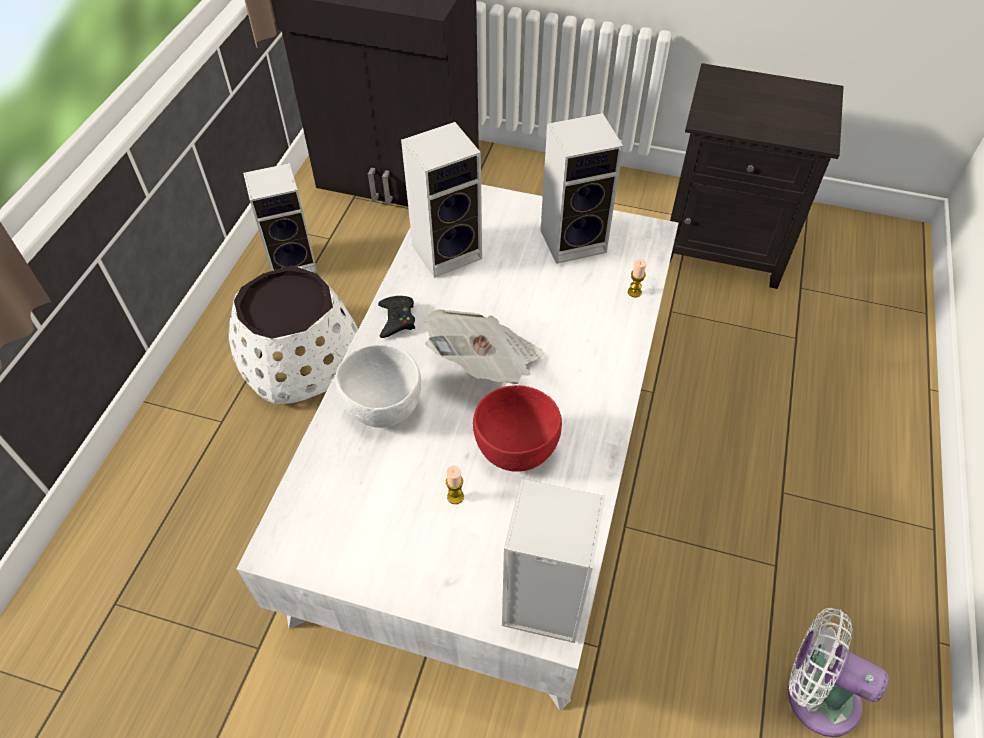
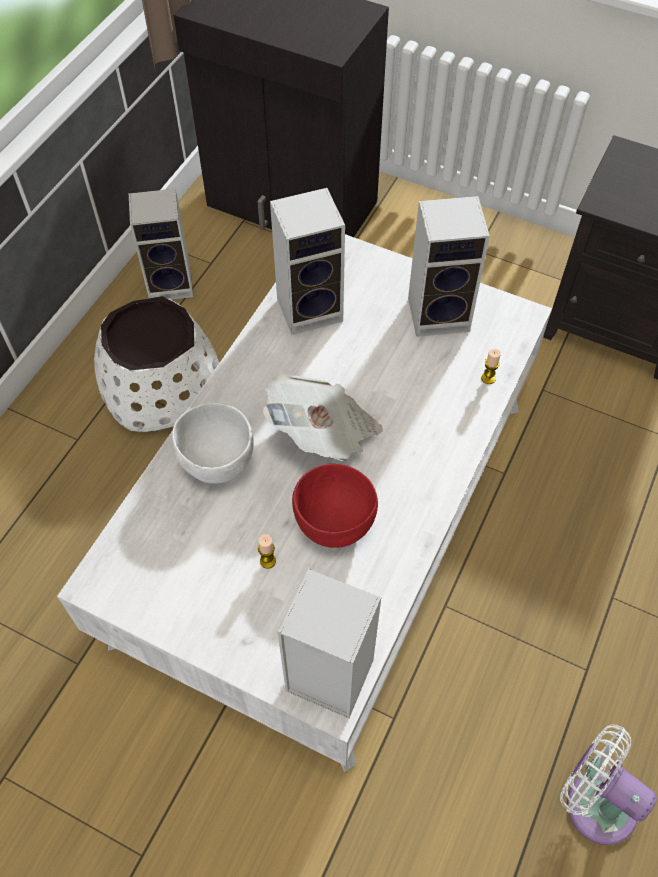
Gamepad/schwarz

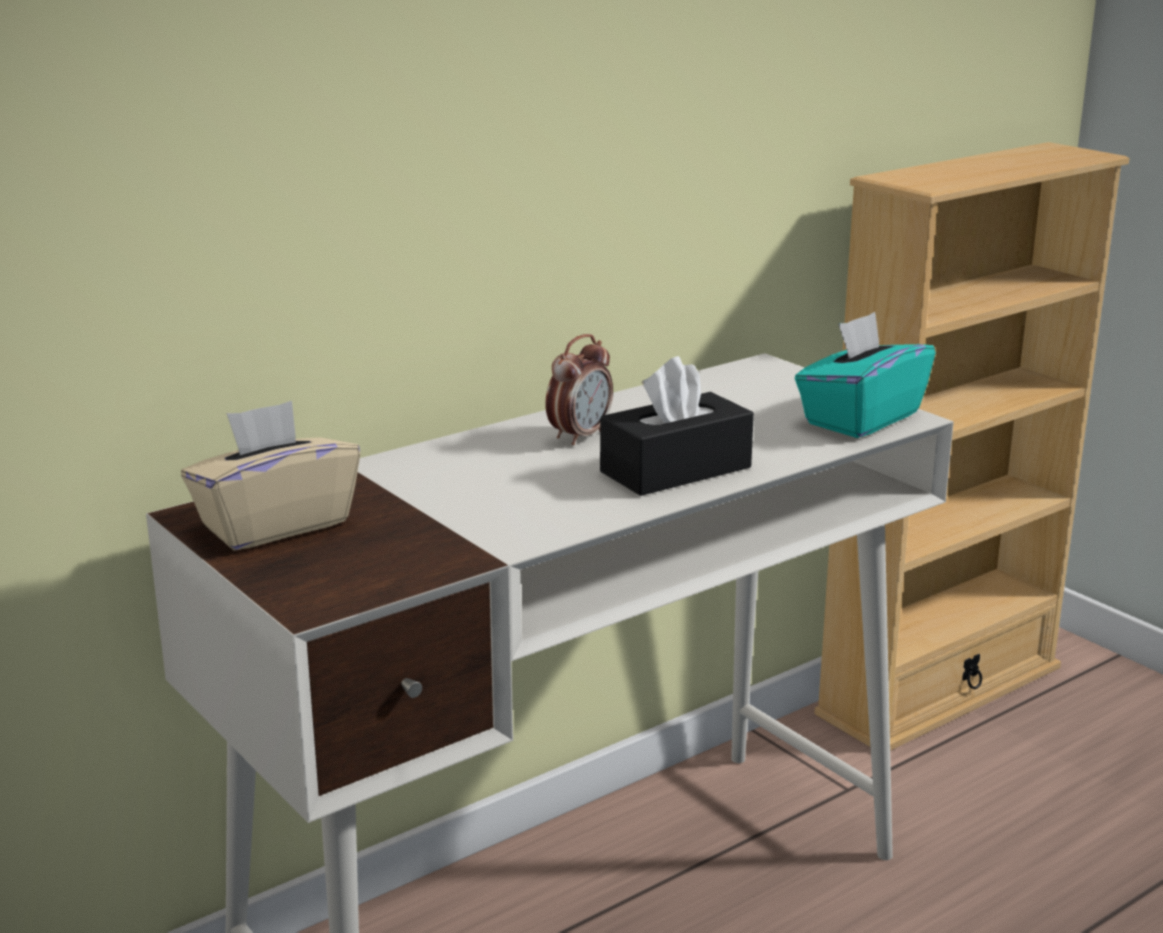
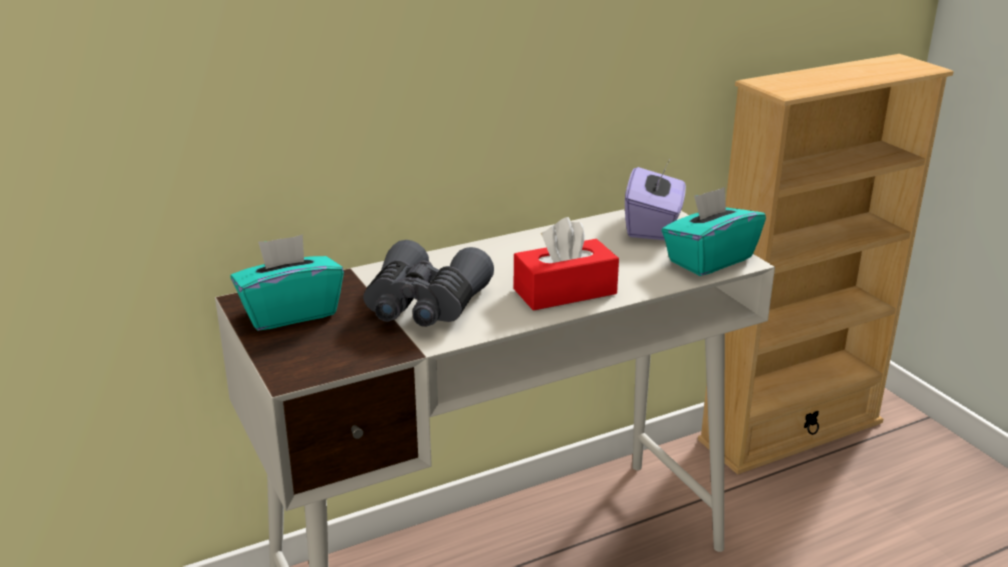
Wecker
Fernglas/grau
Taschentuchbox/lila
Taschentuchbox/türkis (no. 1 from left)
Taschentuchbox/rot

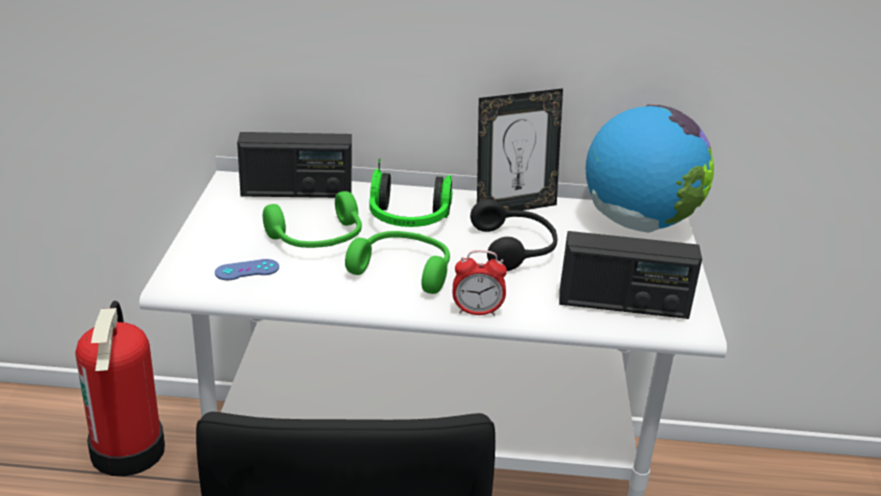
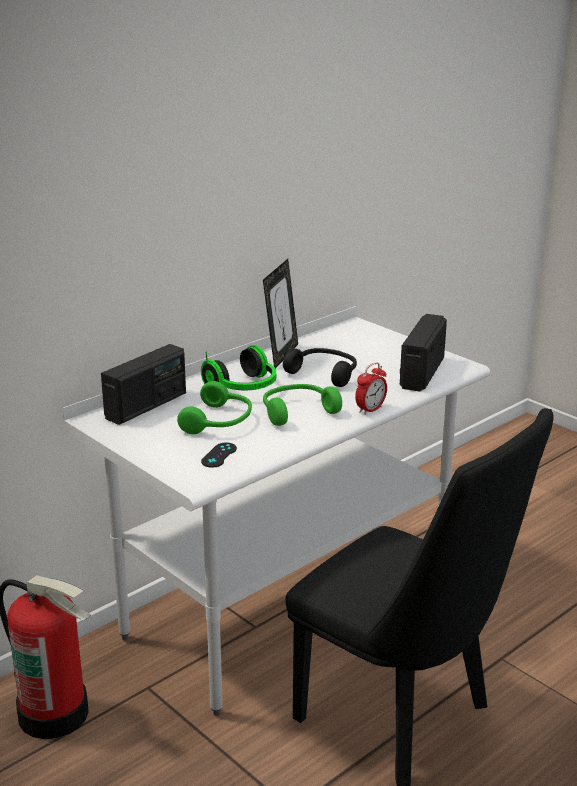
Globus
Gamepad/schwarz
Radio (no. 2 from left)

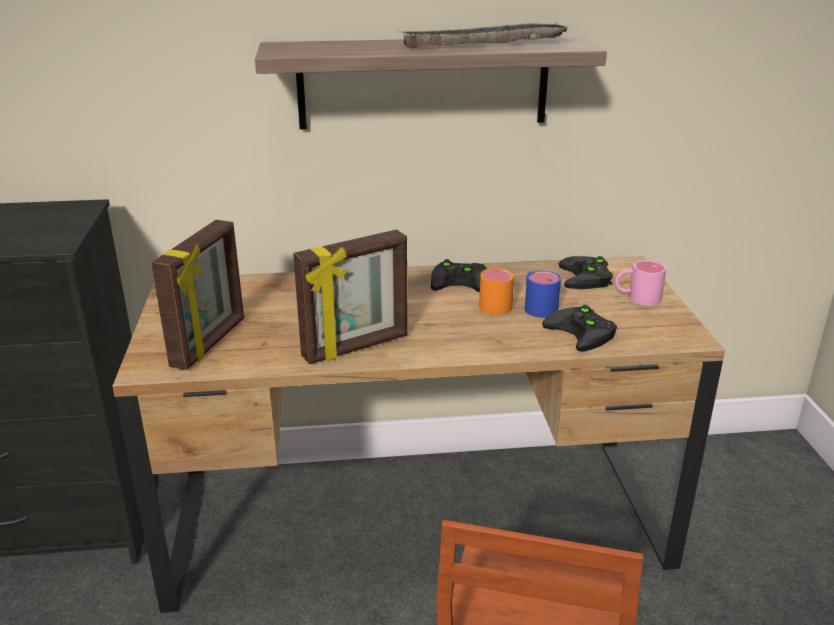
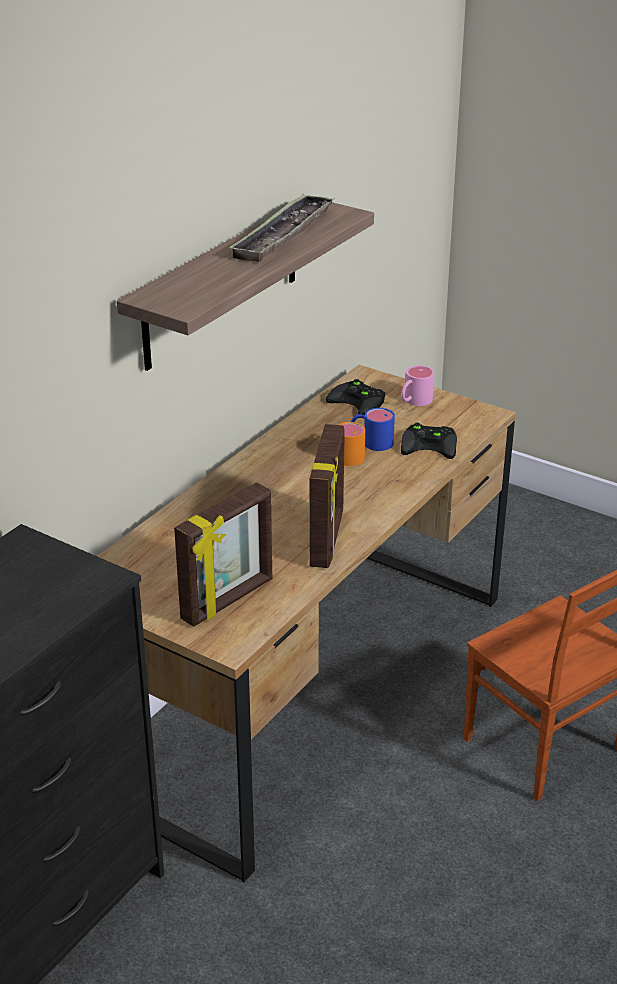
Gamepad/schwarz (no. 1 from left in the first image)
Bilderrahmen (no. 1 from left)

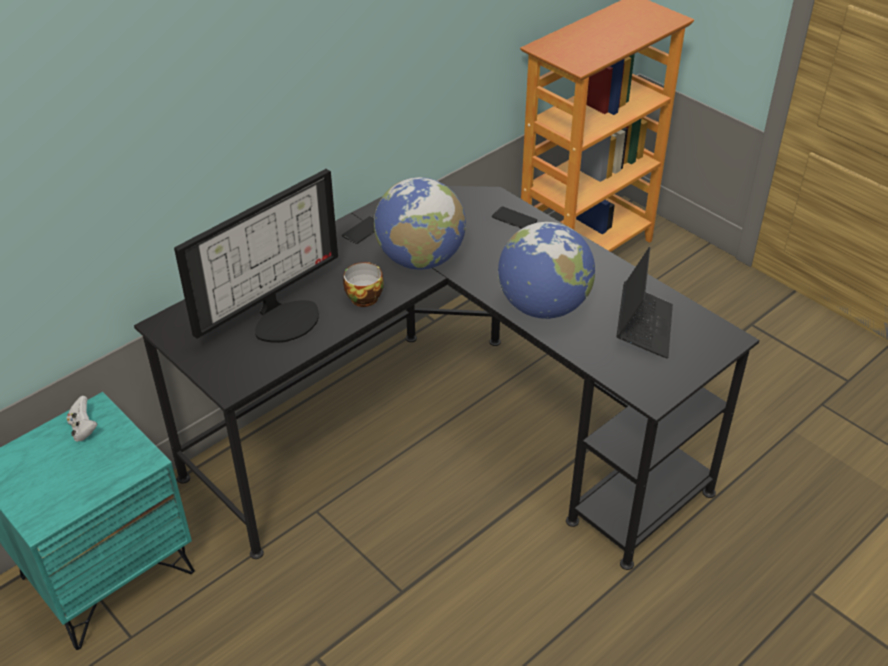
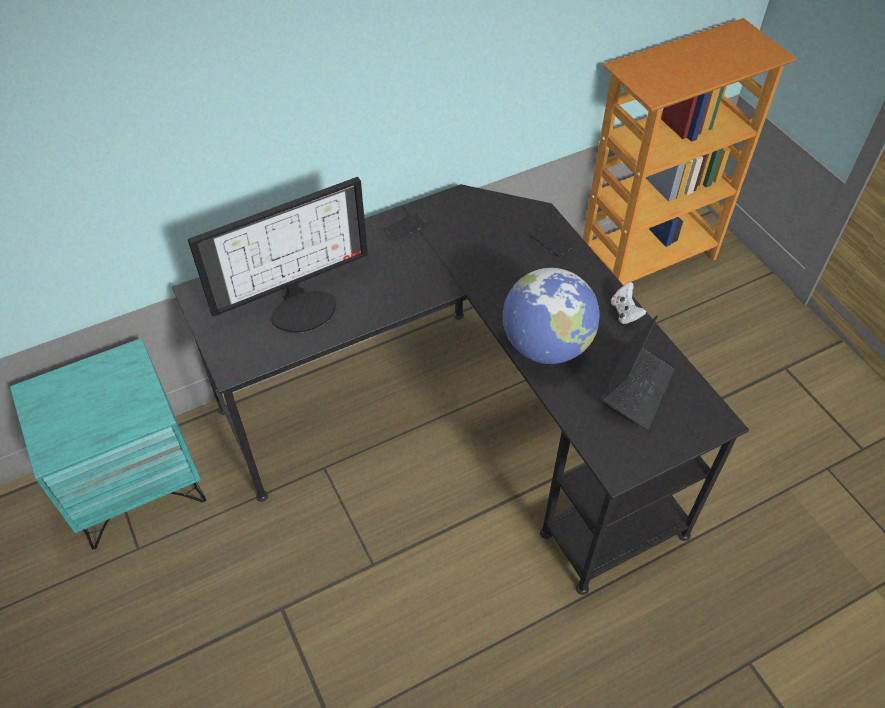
Tasse
Globus (no. 1 from left in the first image)
Gamepad/weiß

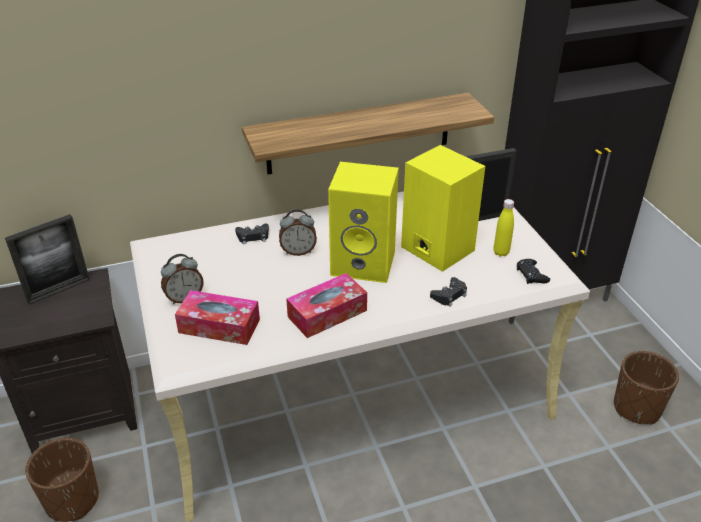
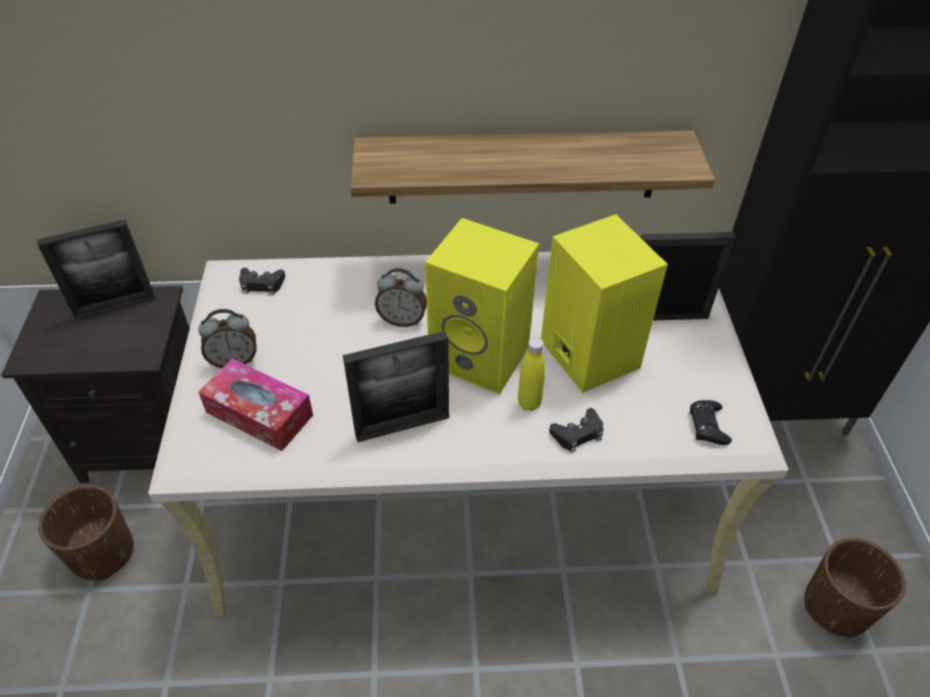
Gamepad/schwarz (no. 1 from left)
Flasche/gelb
Bilderrahmen (no. 2 from left)

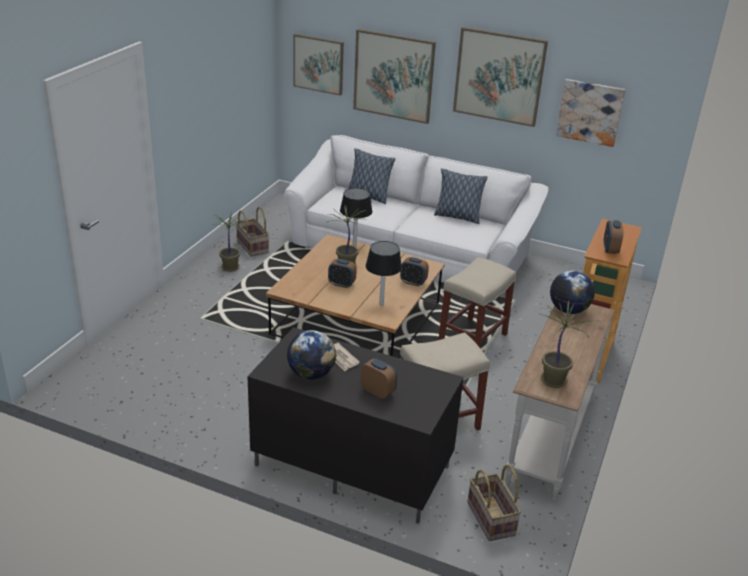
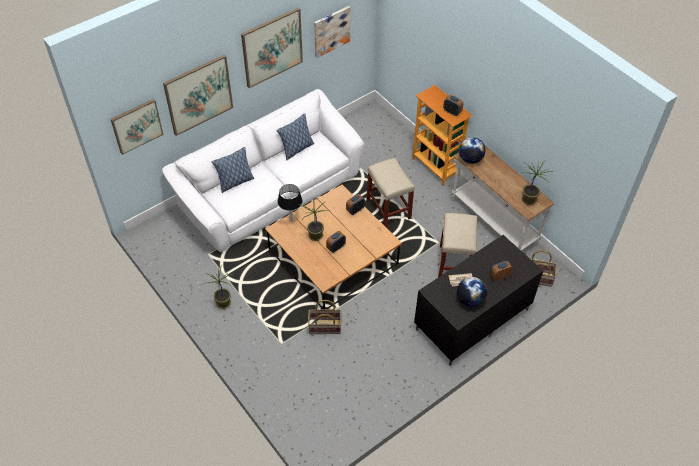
Tischlampe/schwarz (no. 2 from left in the first image)
Korb (no. 1 from left)

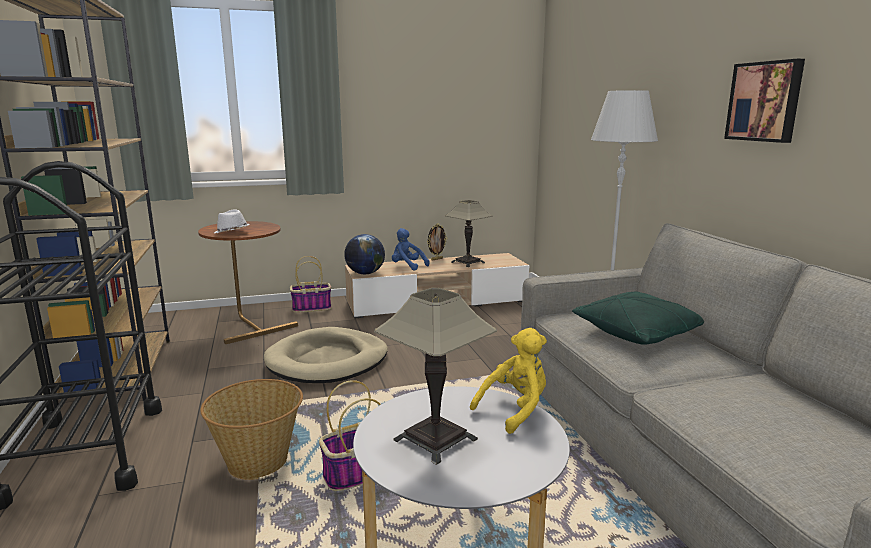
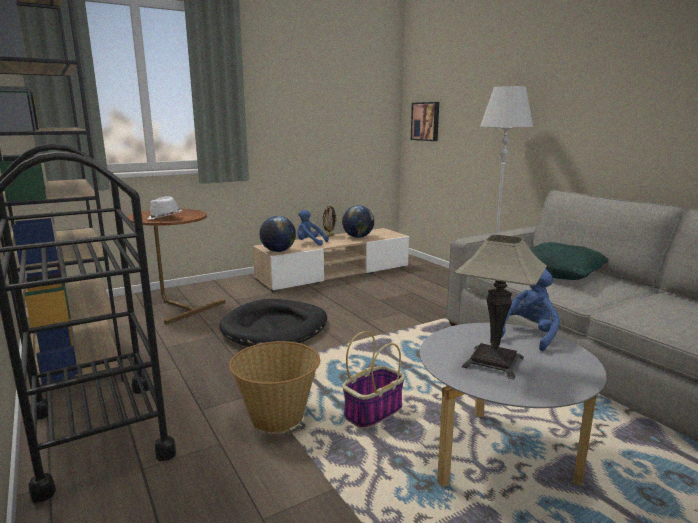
Korb (no. 2 from left in the first image)
Bild
Globus (no. 2 from left)
Hundebett/schwarz
Plüschtier/blau (no. 2 from left)

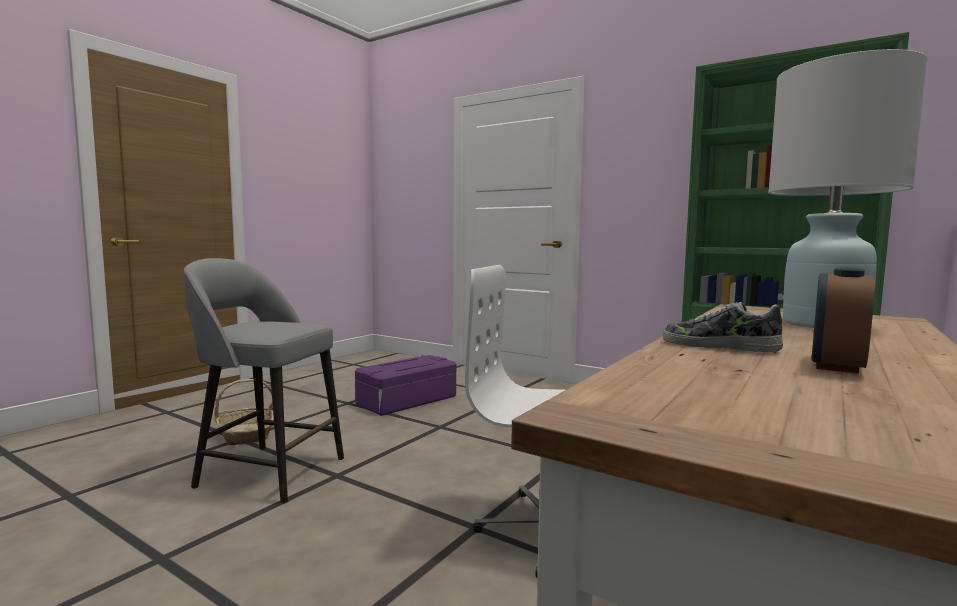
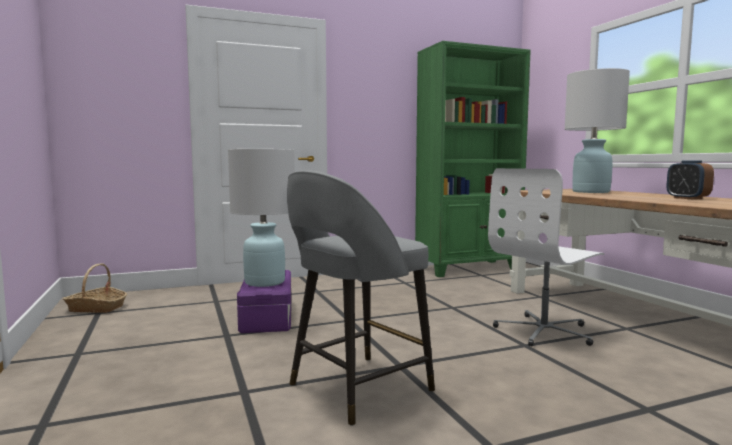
Schuh
Tischlampe/weiß (no. 1 from left)
Korb

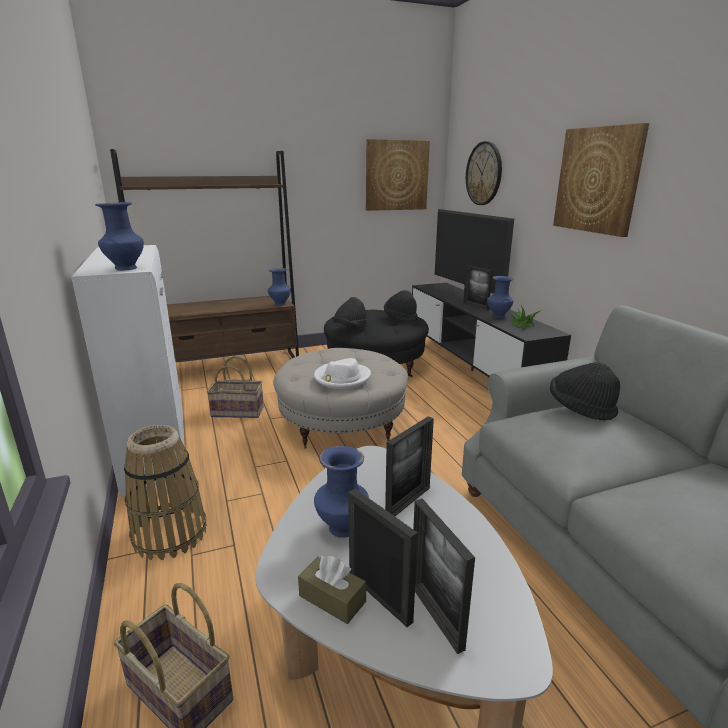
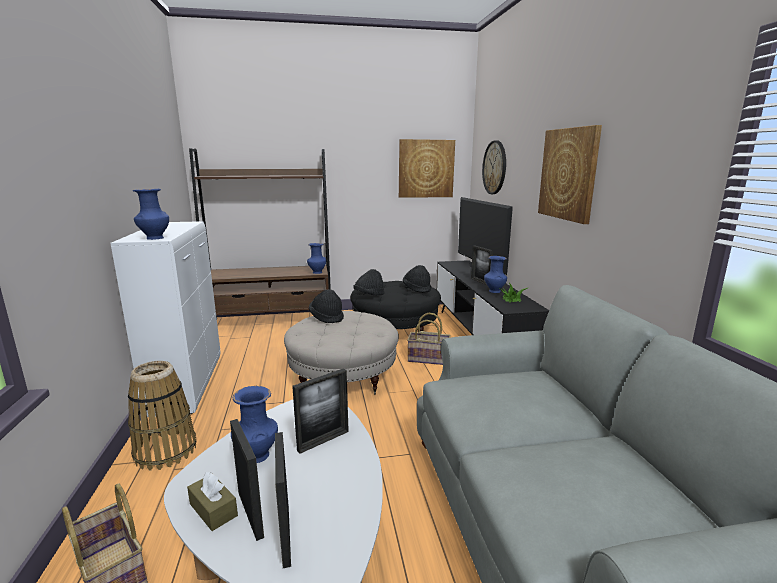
Hut/weiß
Korb (no. 3 from left)
Hut/schwarz (no. 1 from left)

